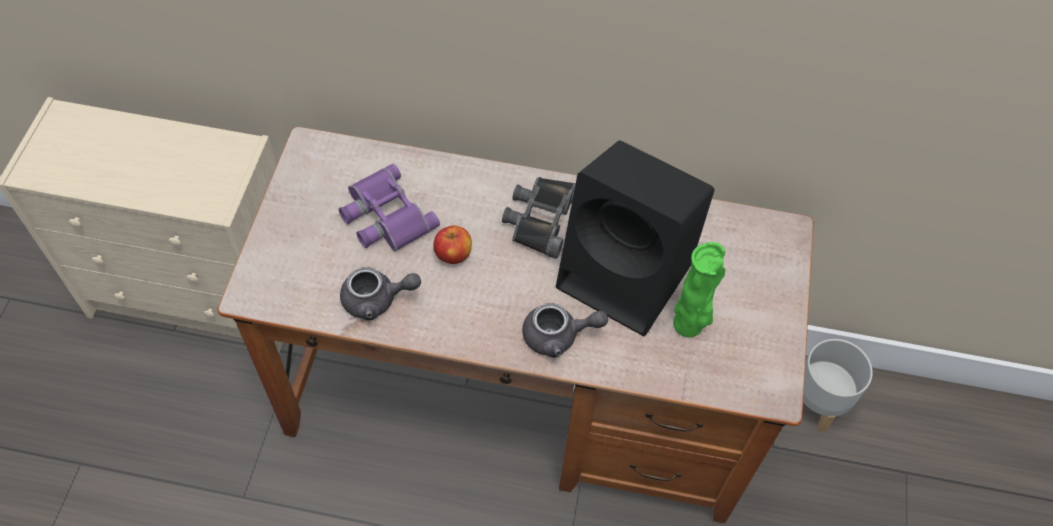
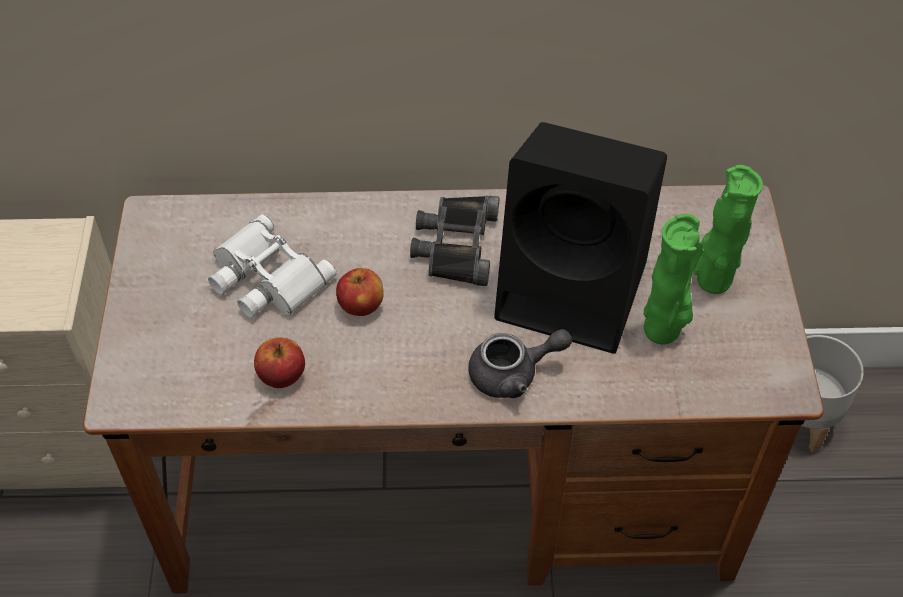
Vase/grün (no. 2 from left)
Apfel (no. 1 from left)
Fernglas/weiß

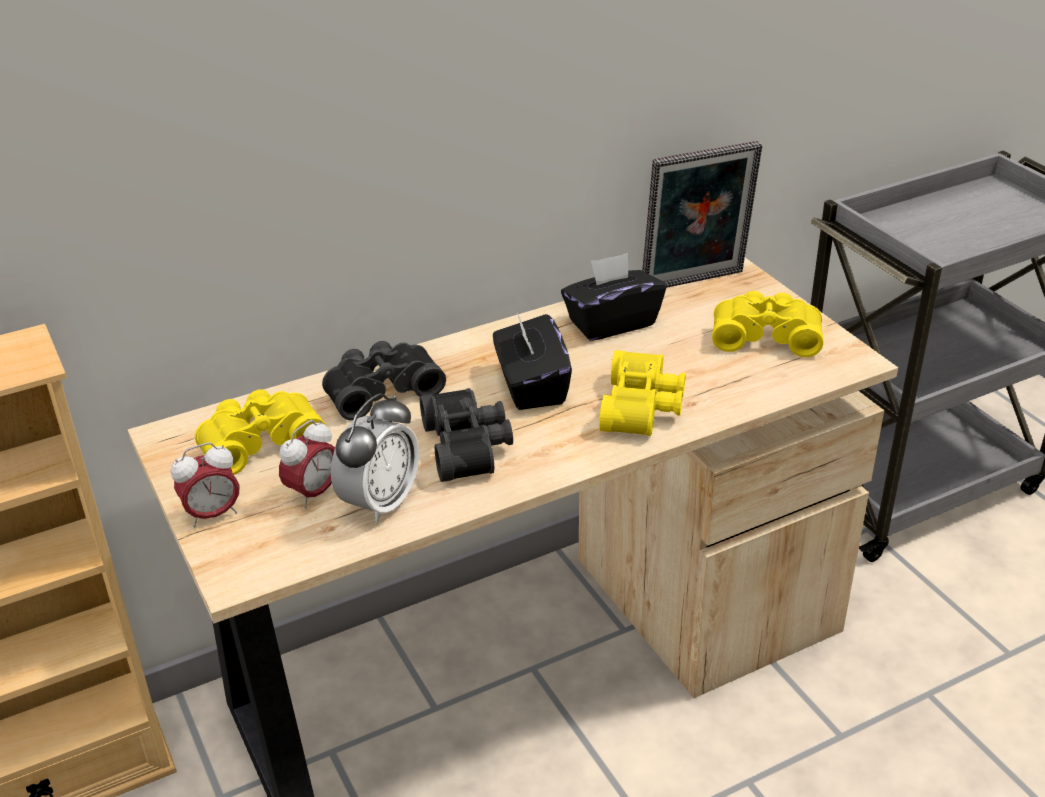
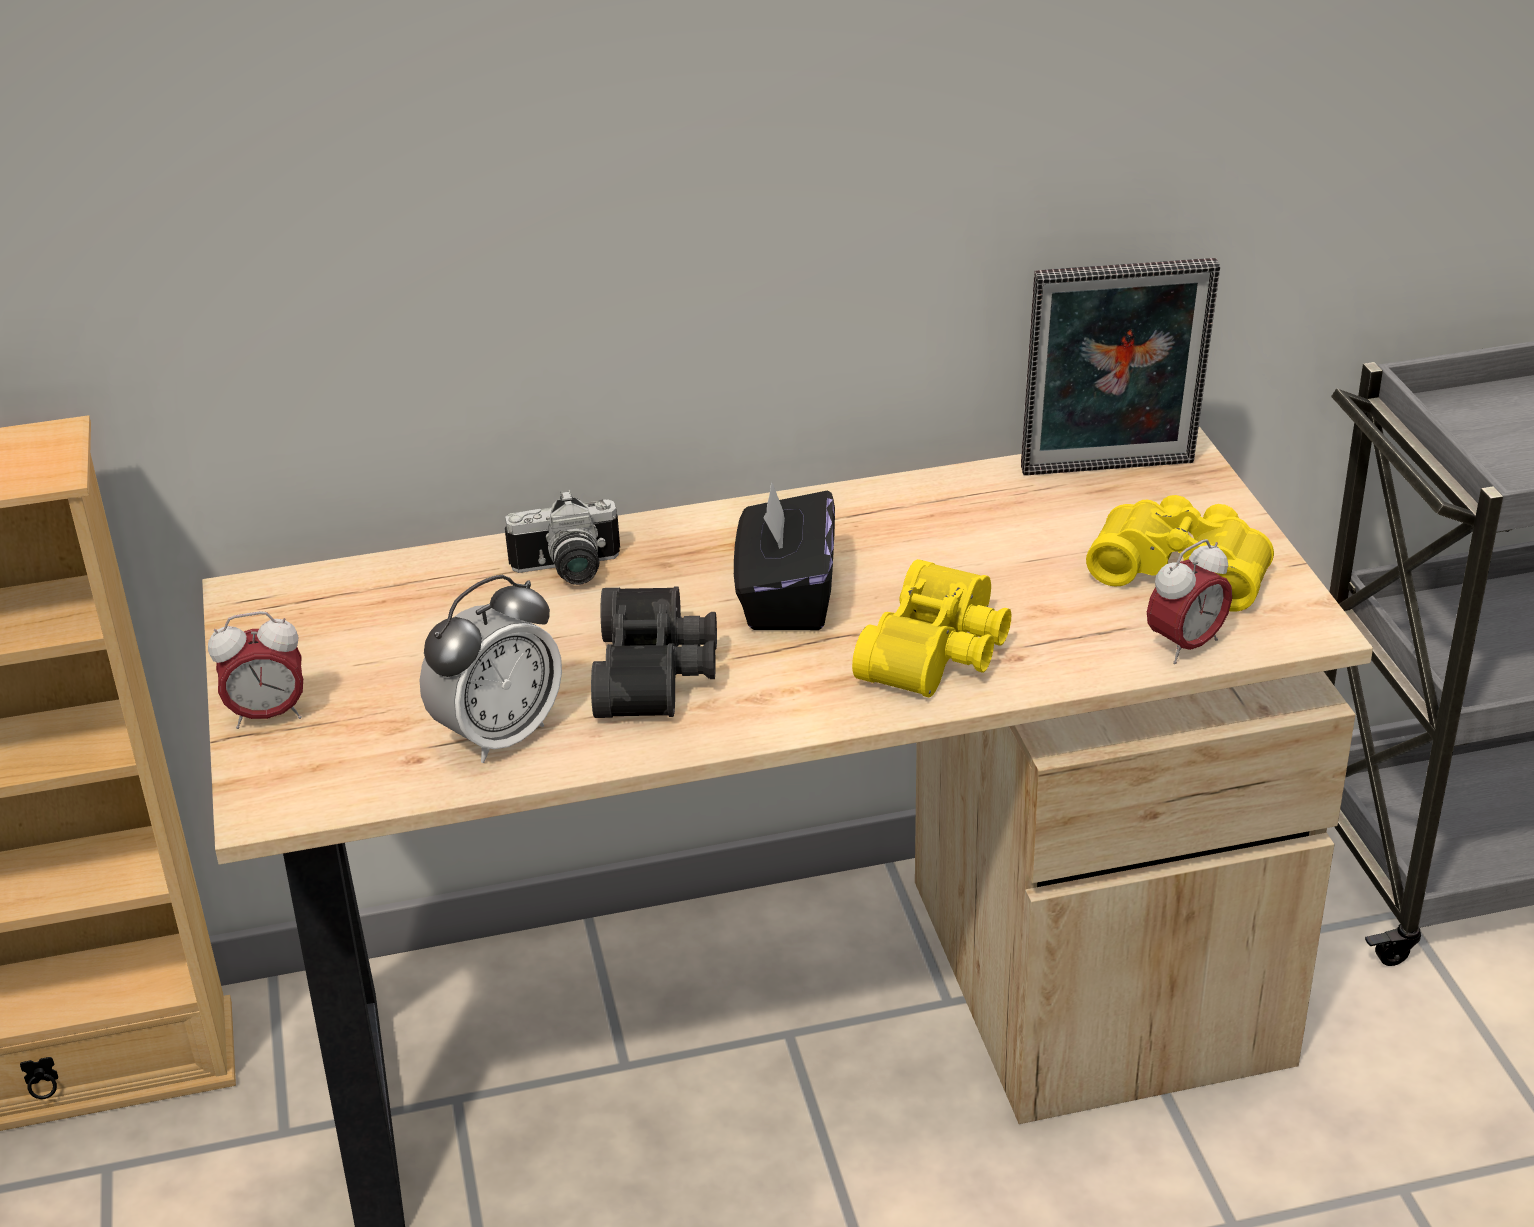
Fernglas/gelb (no. 1 from left in the first image)
Taschentuchbox/schwarz (no. 2 from left in the first image)
Wecker (no. 3 from left)
Kamera

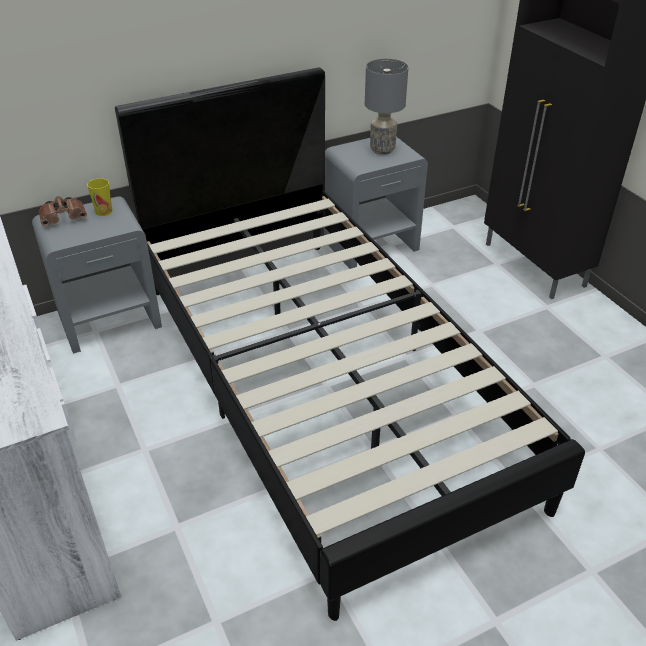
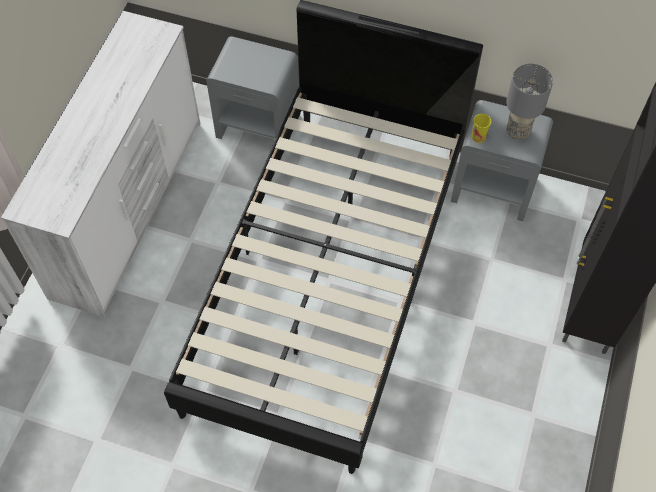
Fernglas/braun
Tasse

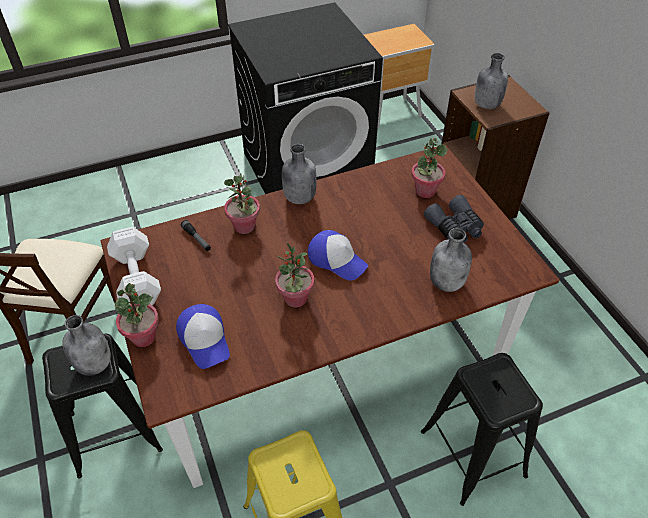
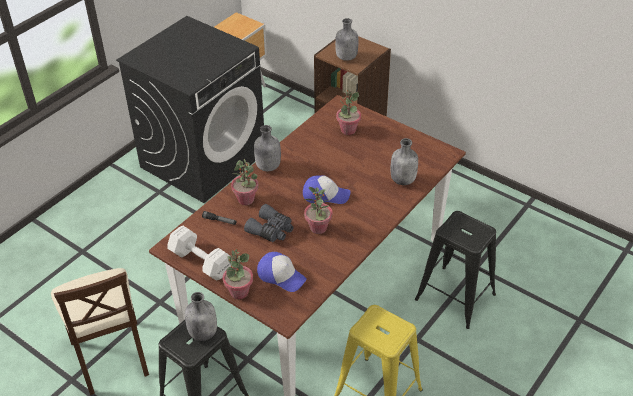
Fernglas/grau

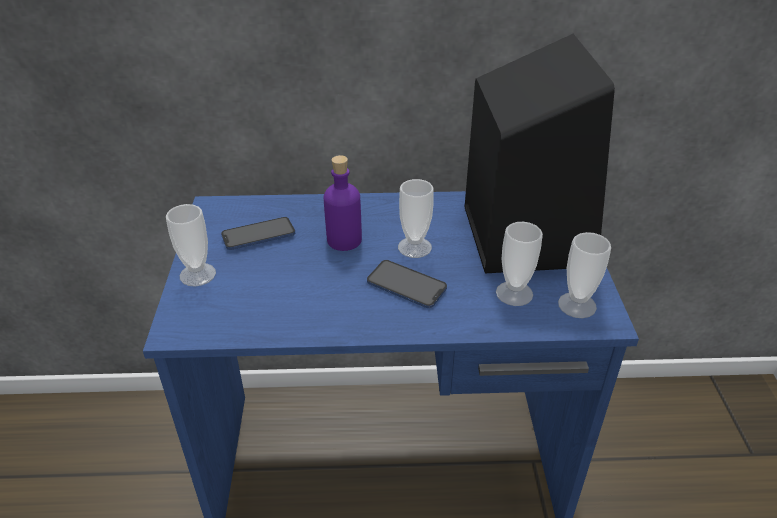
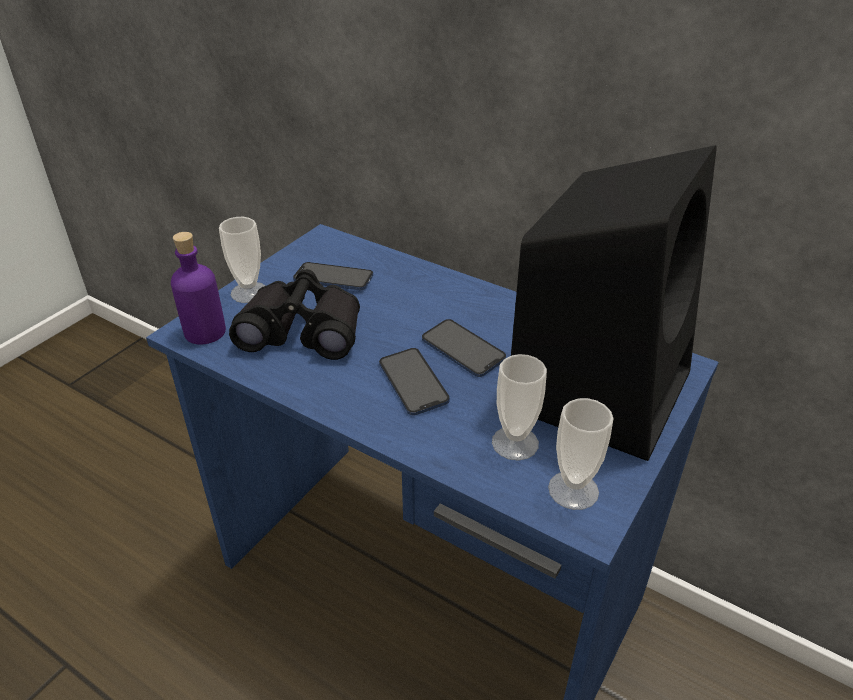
Fernglas/schwarz
Flasche/lila
Handy (no. 3 from left)

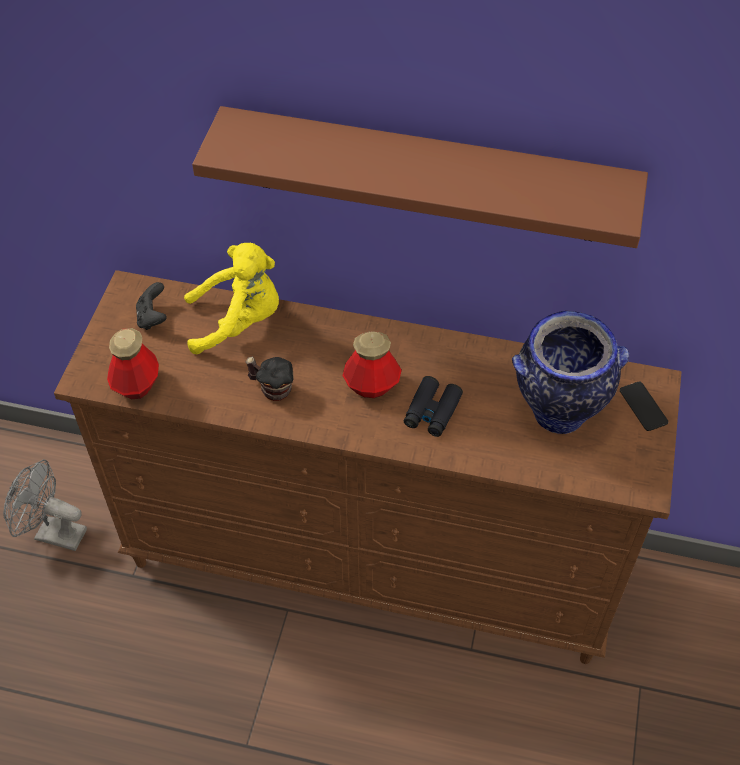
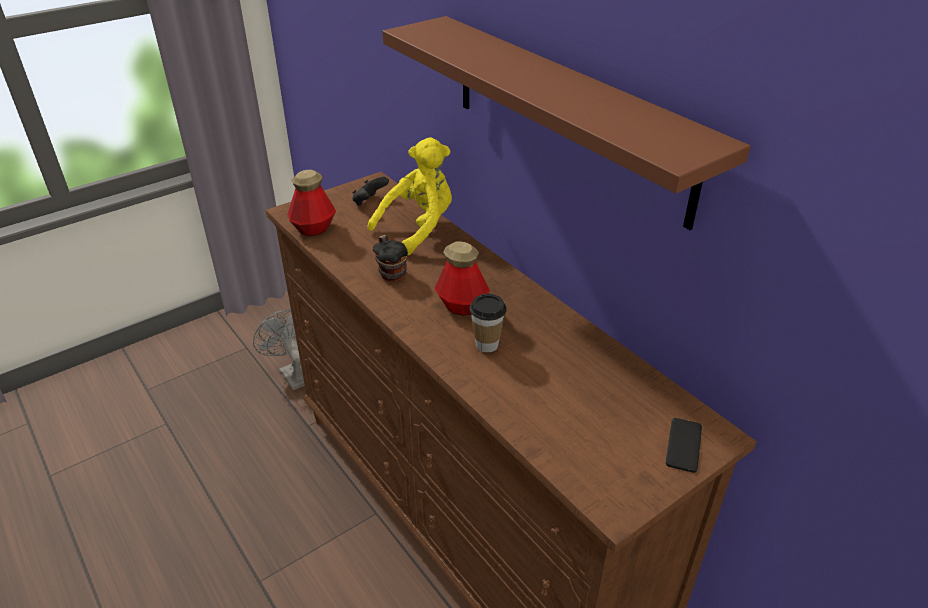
Vase
Tasse
Plüschtier/gelb

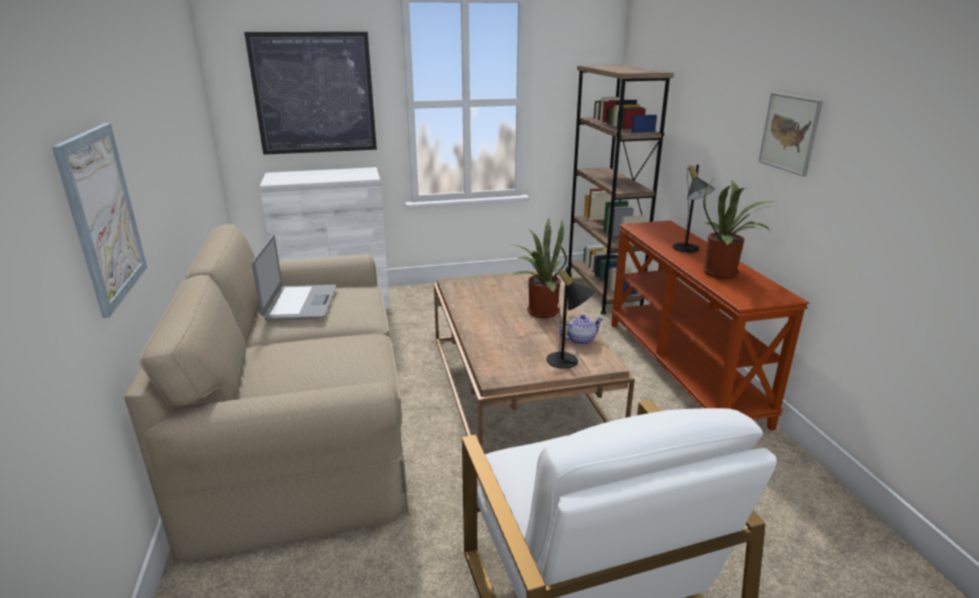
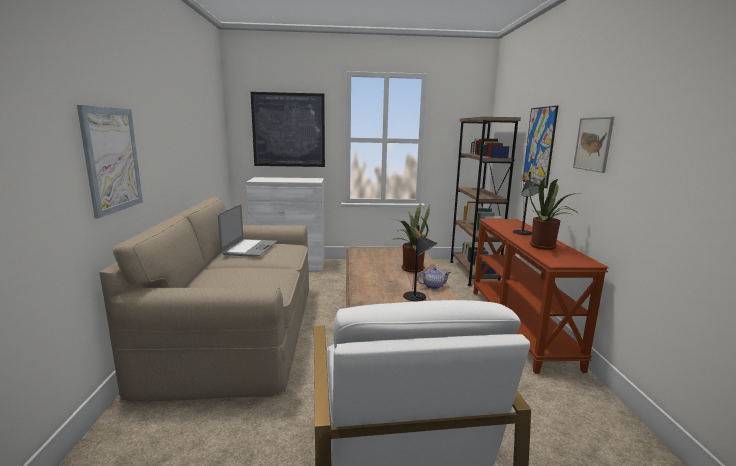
Bild (no. 3 from left)

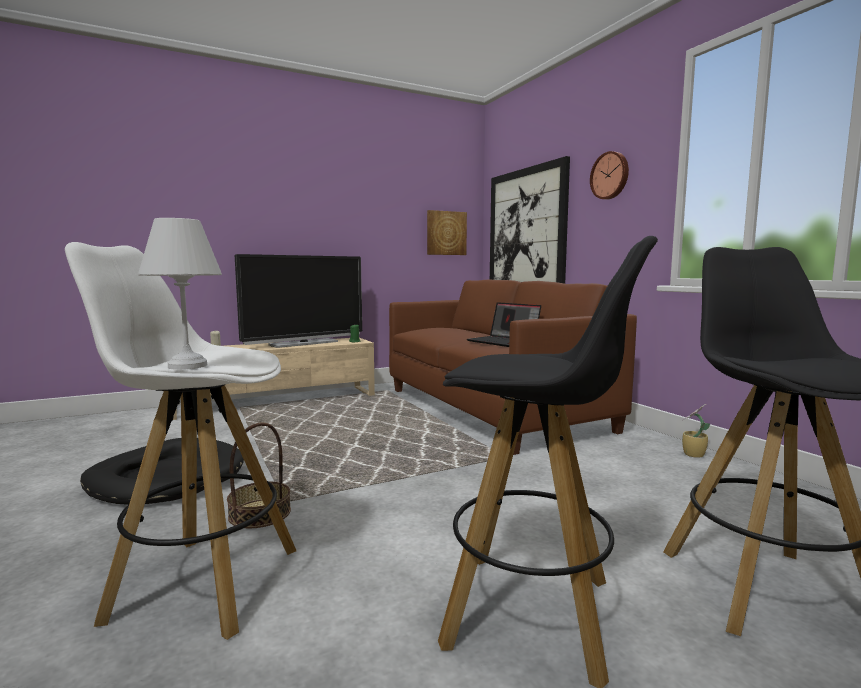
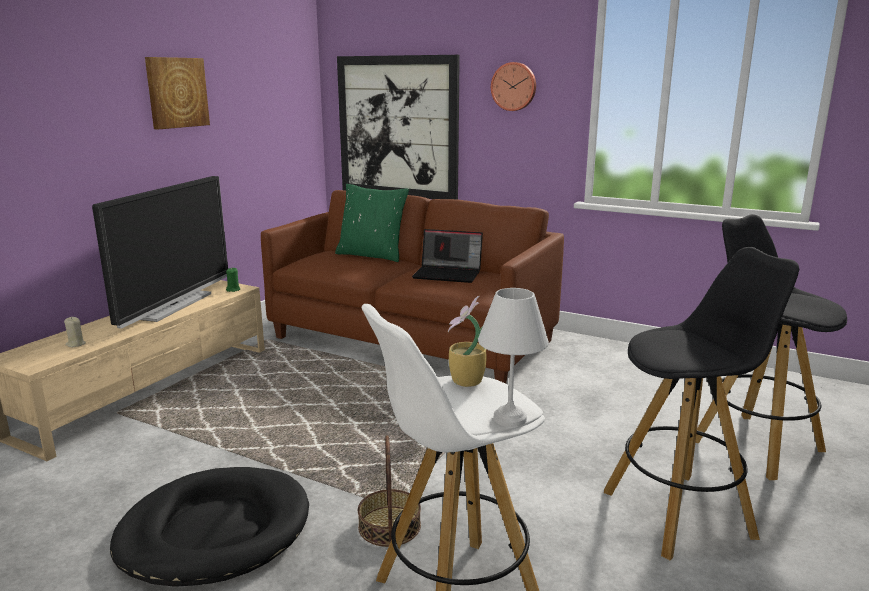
Kissen/grün
Bild (no. 1 from left)
Topfpflanze

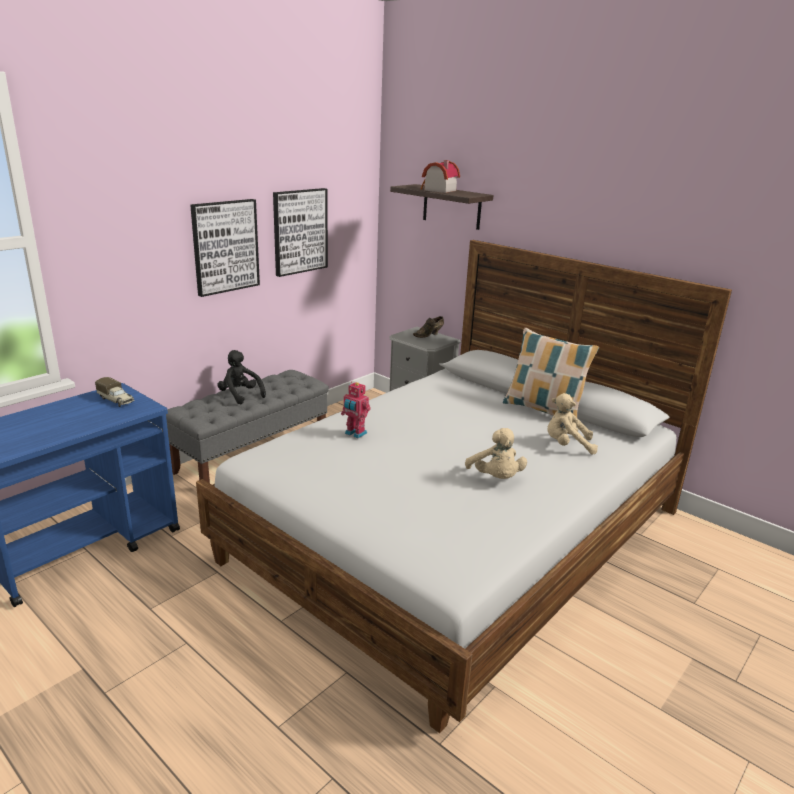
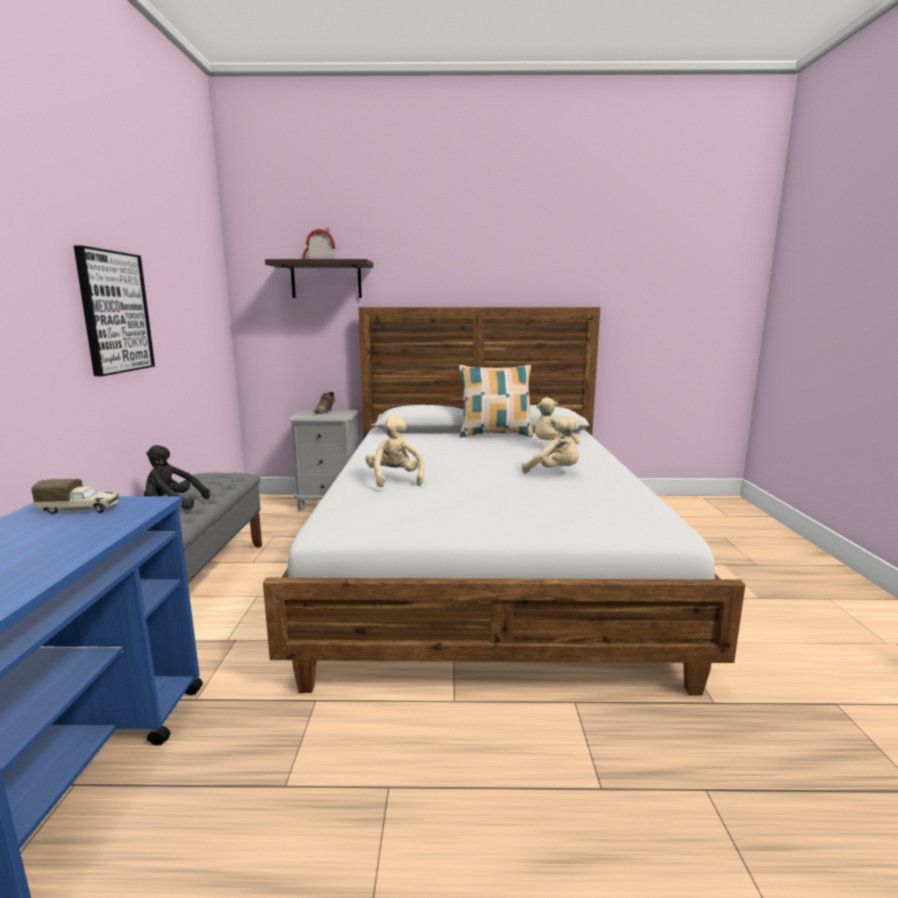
Bild (no. 2 from left in the first image)
Plüschtier/beige (no. 1 from left)

